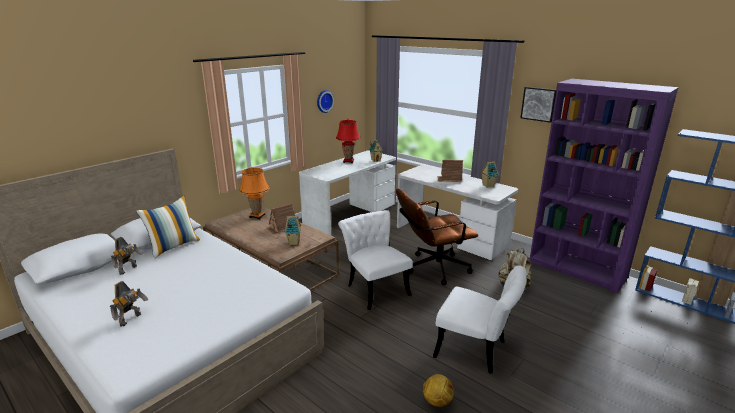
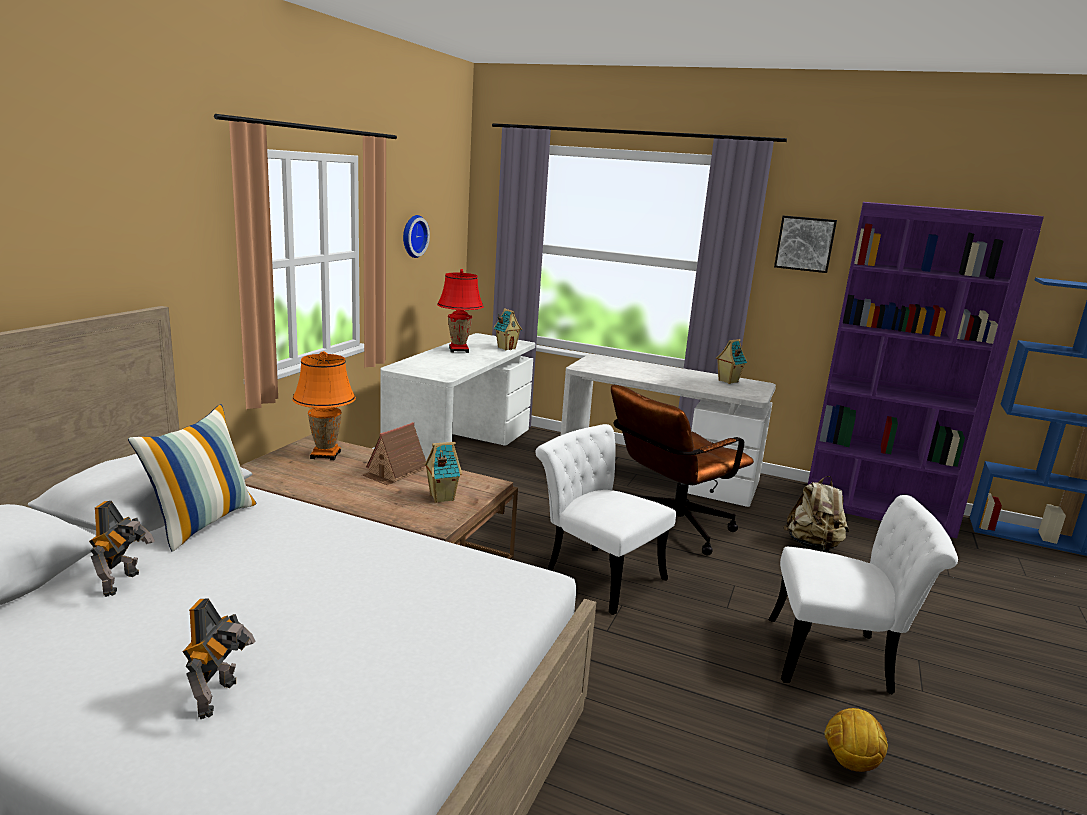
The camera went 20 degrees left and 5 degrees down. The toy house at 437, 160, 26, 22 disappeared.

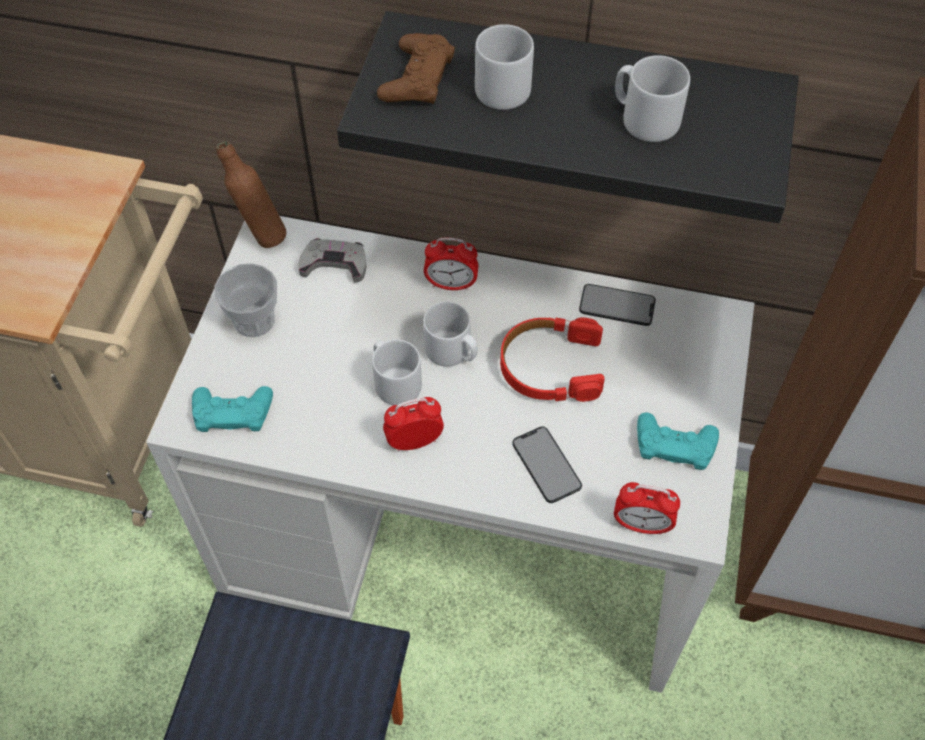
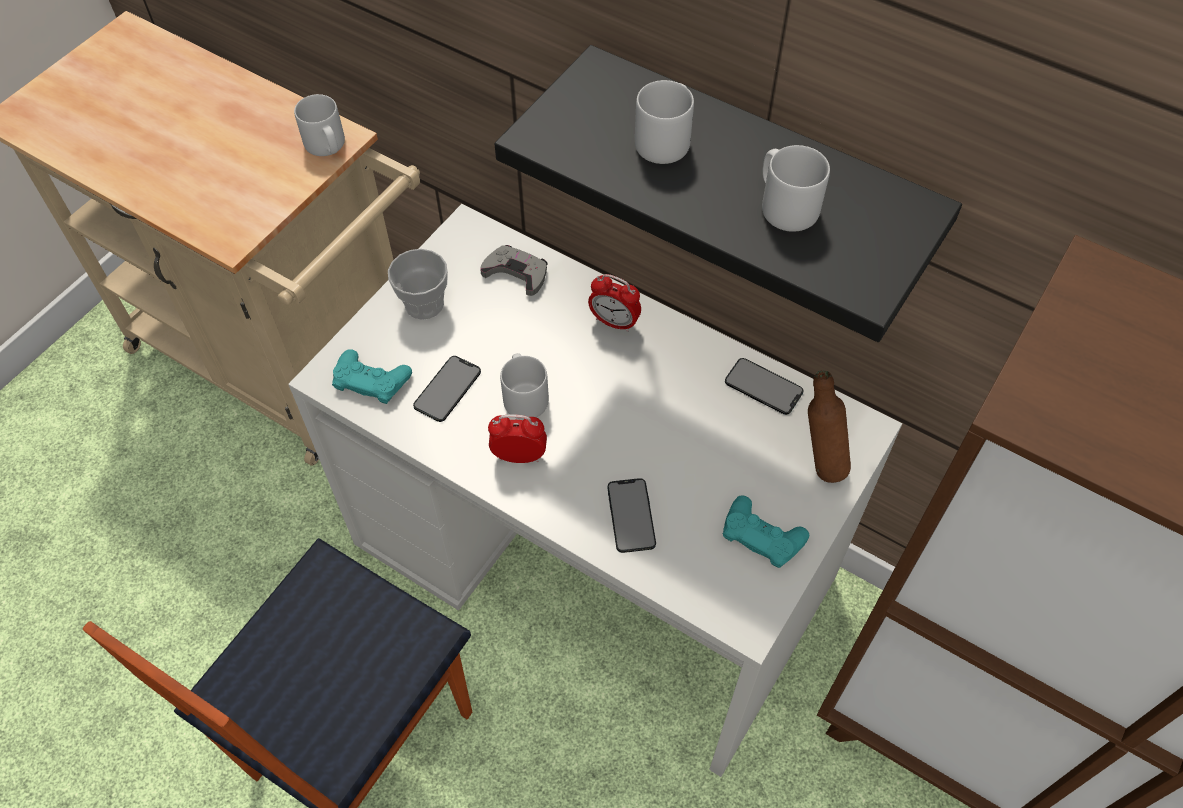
The camera went 20 degrees right and 0 degrees up. The game controller (brown) at 377, 33, 78, 71 disappeared. The headphones (red) at 500, 317, 105, 85 disappeared. The alarm clock at 614, 482, 66, 53 disappeared. The phone at 413, 356, 68, 66 appeared. The bottle (brown) moved from 216, 141, 70, 107 to 808, 370, 43, 113. The mug (grey) moved from 423, 301, 55, 66 to 294, 94, 51, 62.

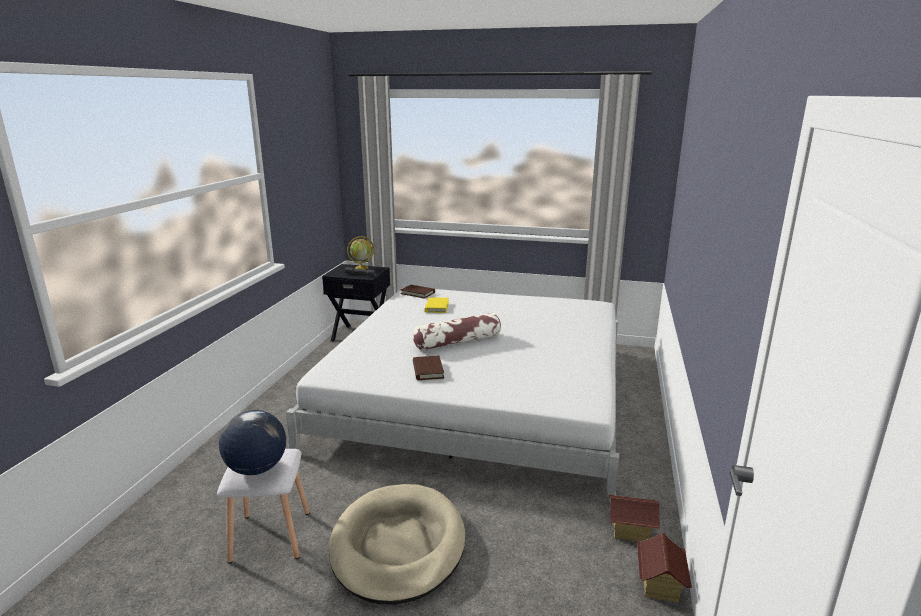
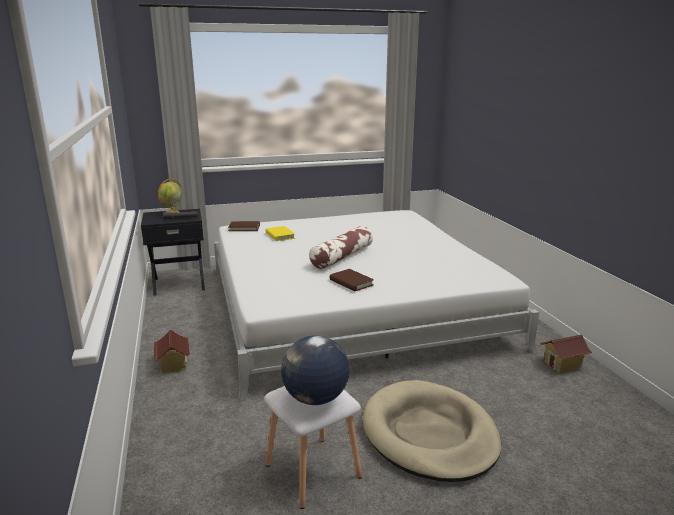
The camera went 30 degrees left and 0 degrees up. The toy house moved from 637, 532, 55, 71 to 154, 330, 36, 44.

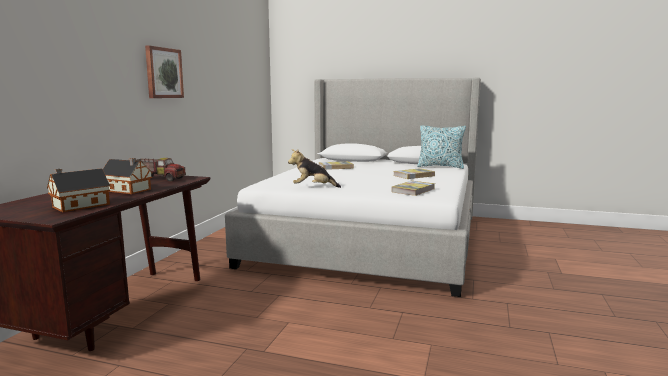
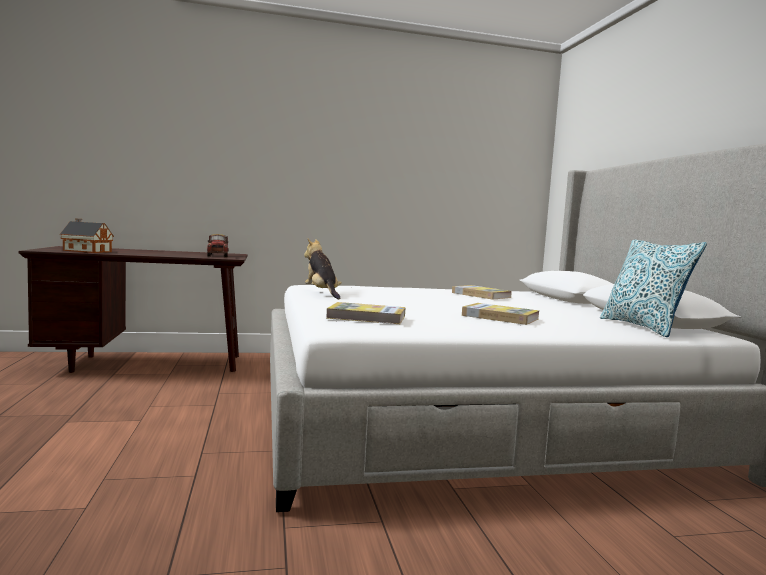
The camera went 60 degrees right and 5 degrees down. The toy house at 103, 158, 49, 36 disappeared. The picture at 145, 45, 39, 53 disappeared.

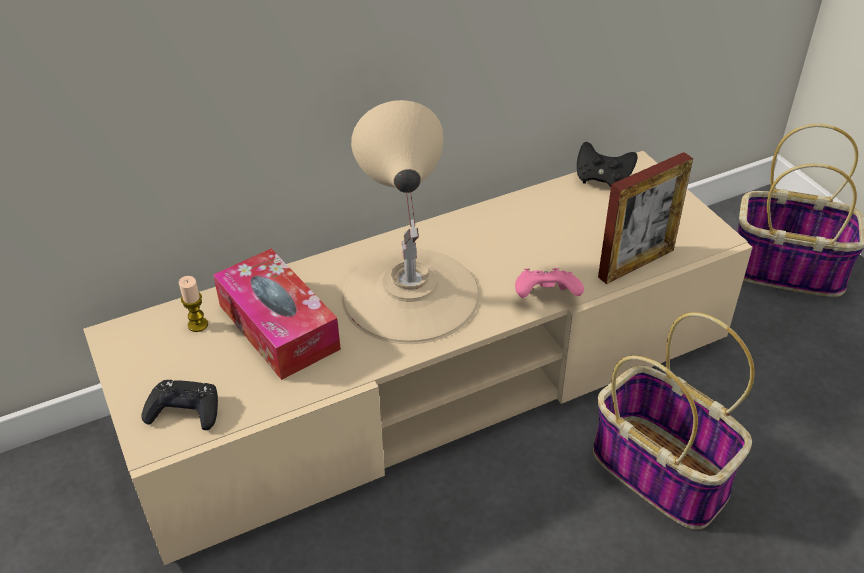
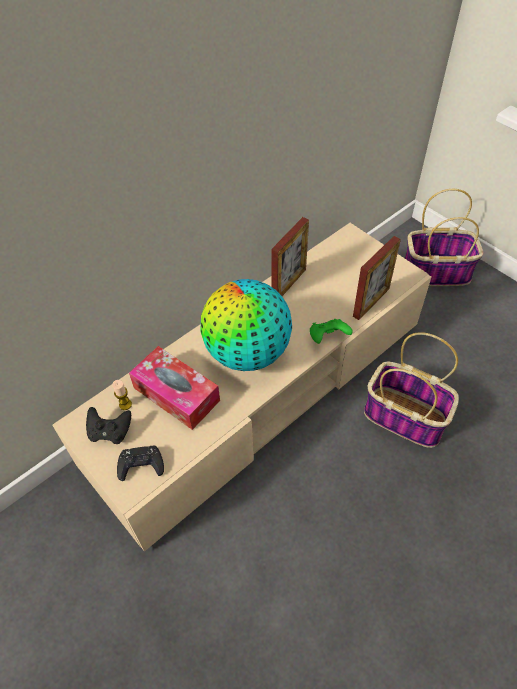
The camera went 15 degrees left and 10 degrees up. The picture frame at 271, 217, 38, 79 appeared. The game controller (black) moved from 577, 142, 61, 45 to 86, 407, 45, 37. The table lamp (beige) at 342, 100, 138, 244 was replaced by the globe at 201, 279, 91, 92. The game controller (pink) at 515, 268, 69, 30 became the game controller (green) at 310, 319, 43, 25.

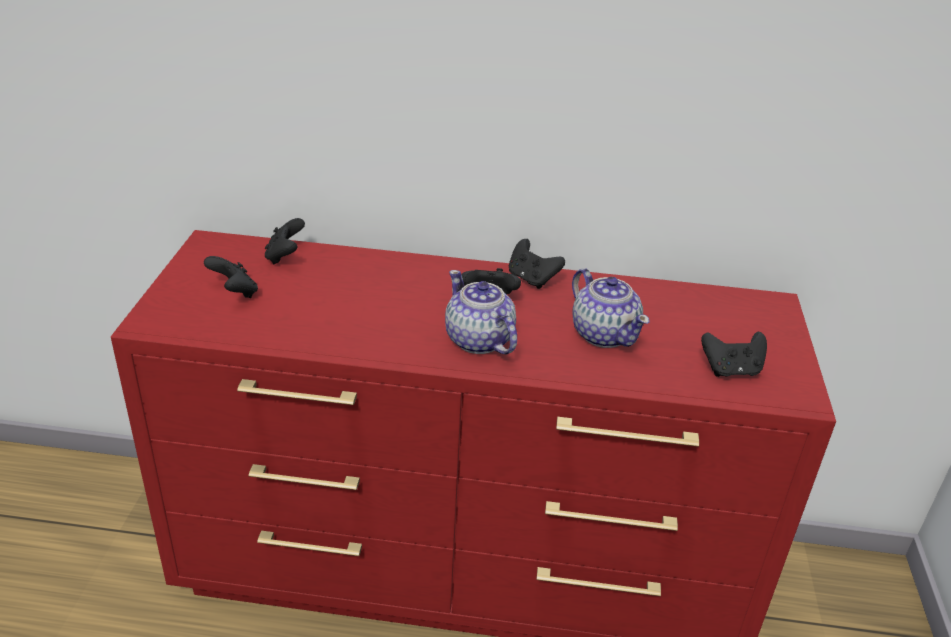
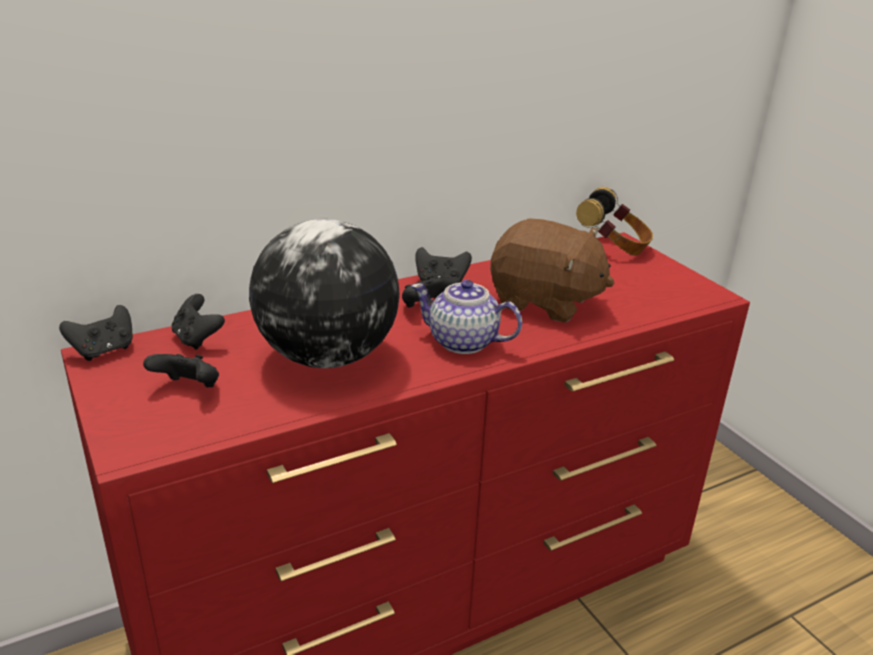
The camera went 35 degrees left and 5 degrees down. The globe at 249, 219, 151, 149 appeared. The headphones at 576, 187, 77, 69 appeared. The game controller (black) moved from 701, 331, 66, 46 to 59, 305, 74, 56. The teapot at 572, 268, 78, 80 was replaced by the plush toy (brown) at 490, 219, 124, 103.

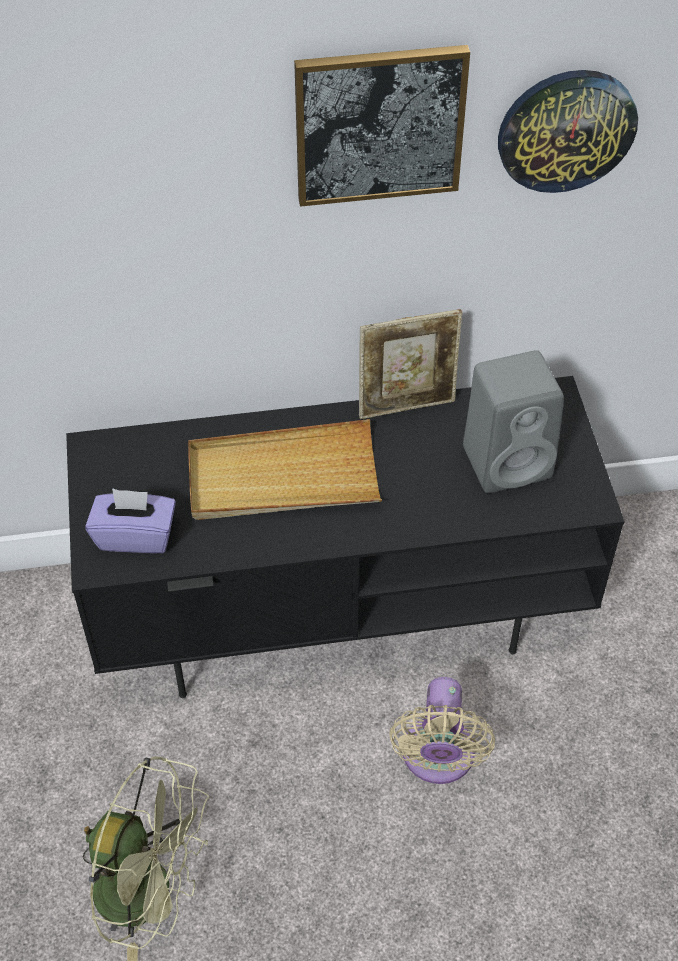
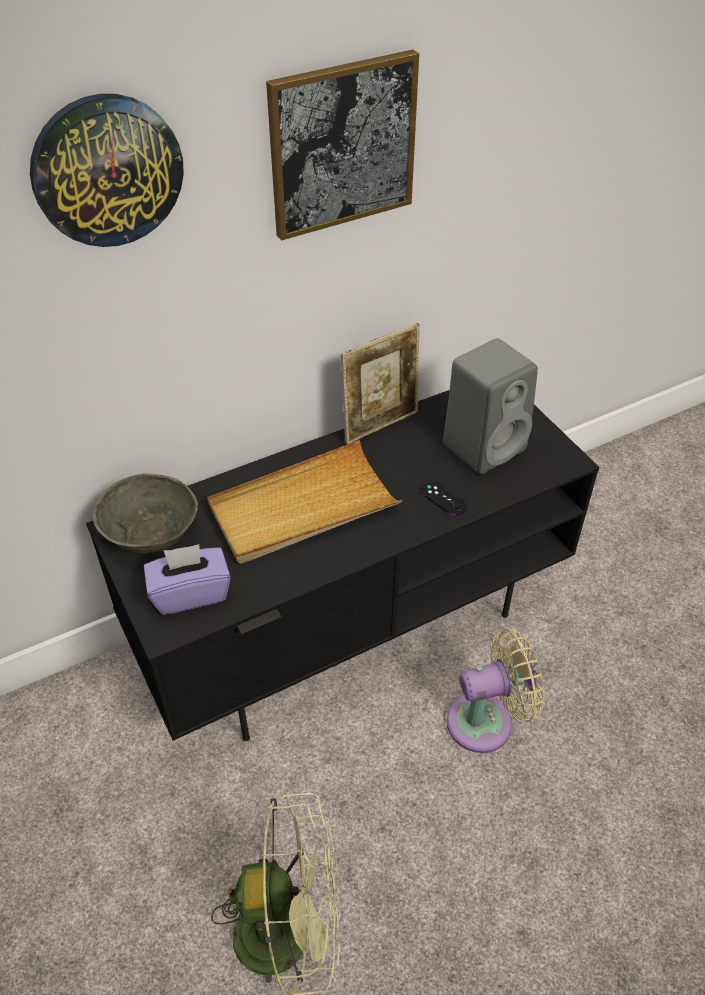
The camera went 20 degrees left and 5 degrees down. The bowl (grey) at 93, 474, 105, 79 appeared. The game controller (black) at 421, 482, 46, 33 appeared. The wall clock moved from 498, 70, 140, 123 to 30, 94, 154, 153. The fan (beige) at 389, 677, 106, 107 turned 90 degrees counterclockwise.

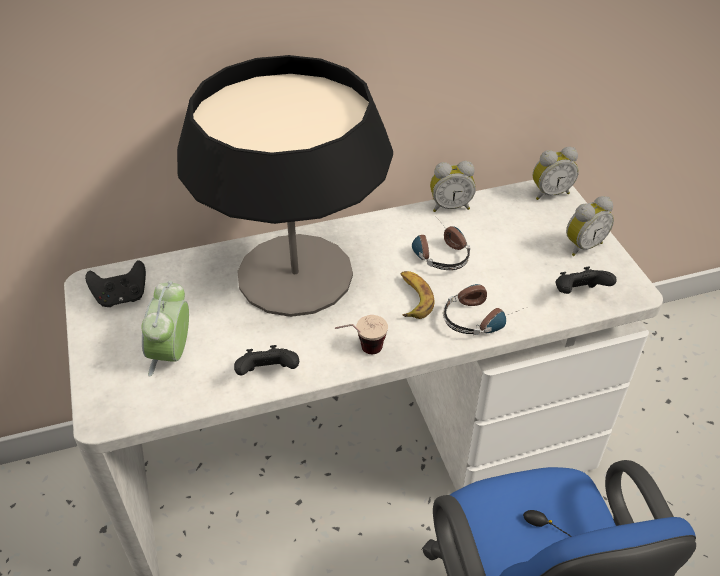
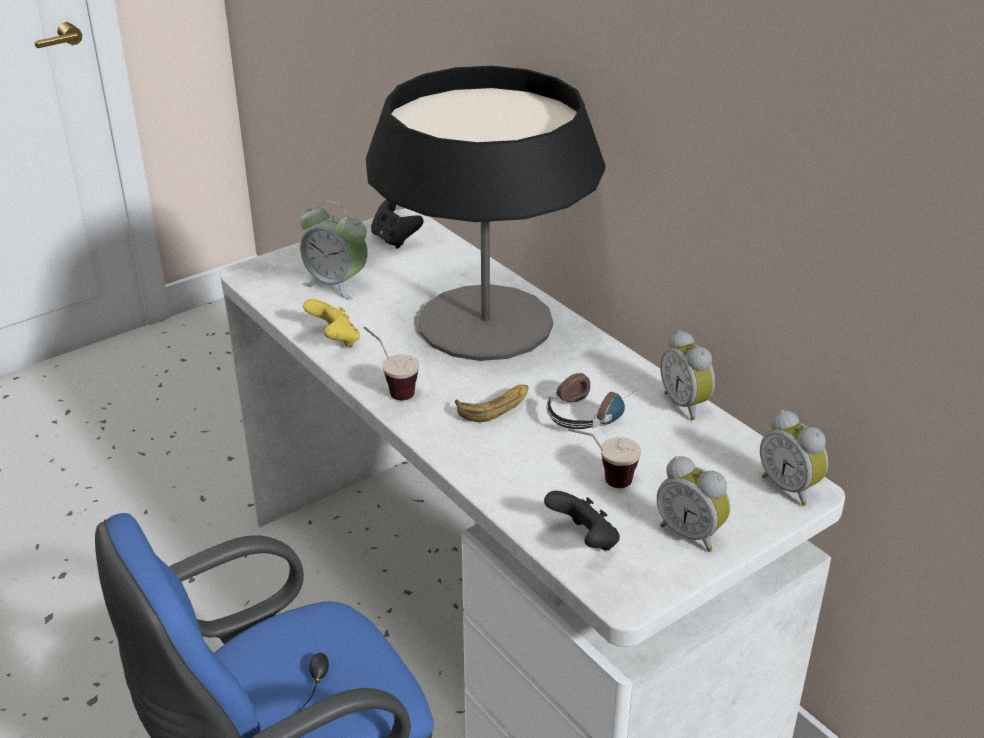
The camera went 70 degrees right and 10 degrees down. The headphones at 443, 284, 84, 51 disappeared. The cup at 568, 429, 73, 59 appeared. The game controller (black) at 234, 345, 65, 30 became the game controller (yellow) at 303, 299, 57, 48. The alarm clock at 142, 281, 47, 96 turned 135 degrees counterclockwise.

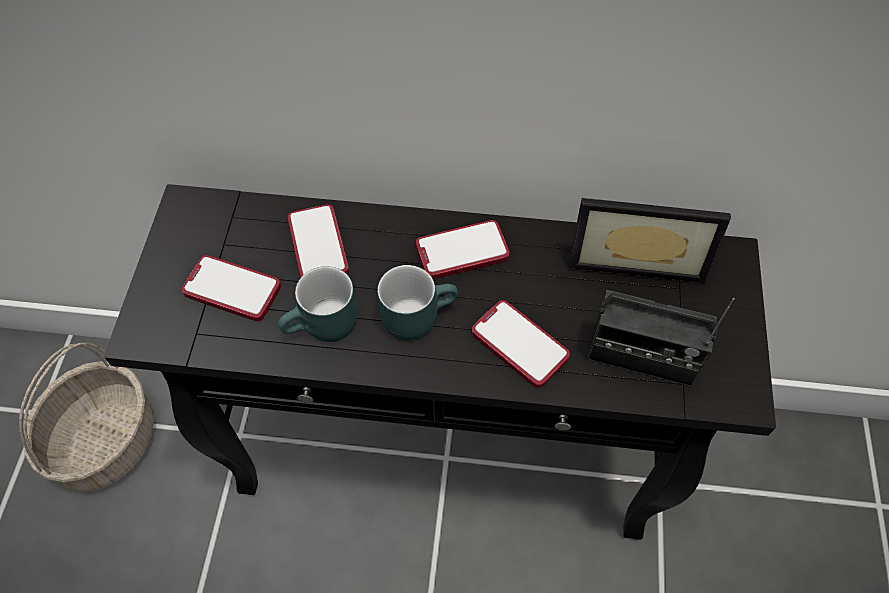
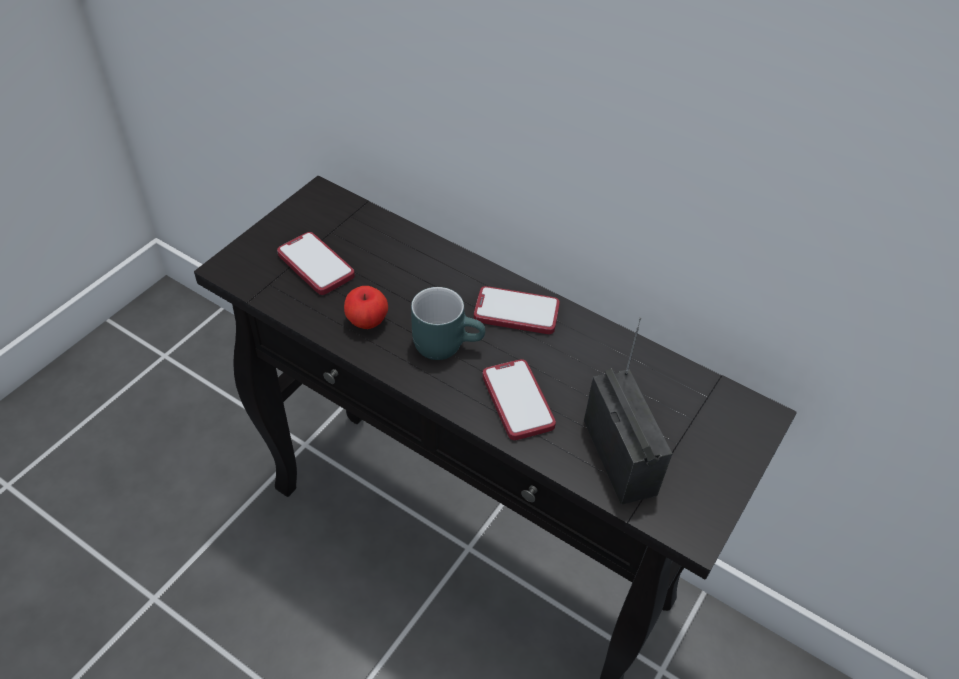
The camera went 25 degrees right and 10 degrees down. The basket at 19, 343, 135, 149 disappeared. The phone at 288, 204, 61, 73 disappeared. The picture frame at 569, 198, 162, 85 disappeared. The mug (turquoise) at 278, 266, 79, 76 was replaced by the apple at 344, 286, 44, 43. The radio at 587, 290, 148, 96 turned 150 degrees counterclockwise.

